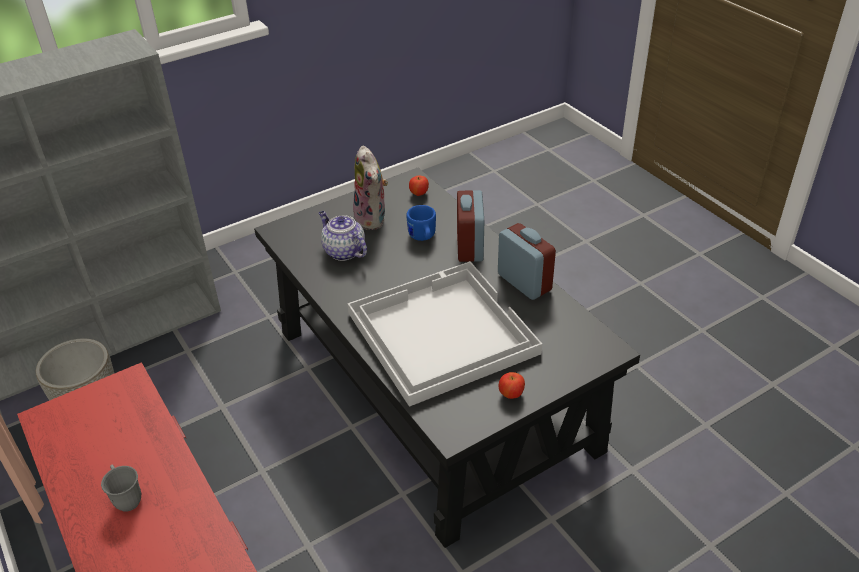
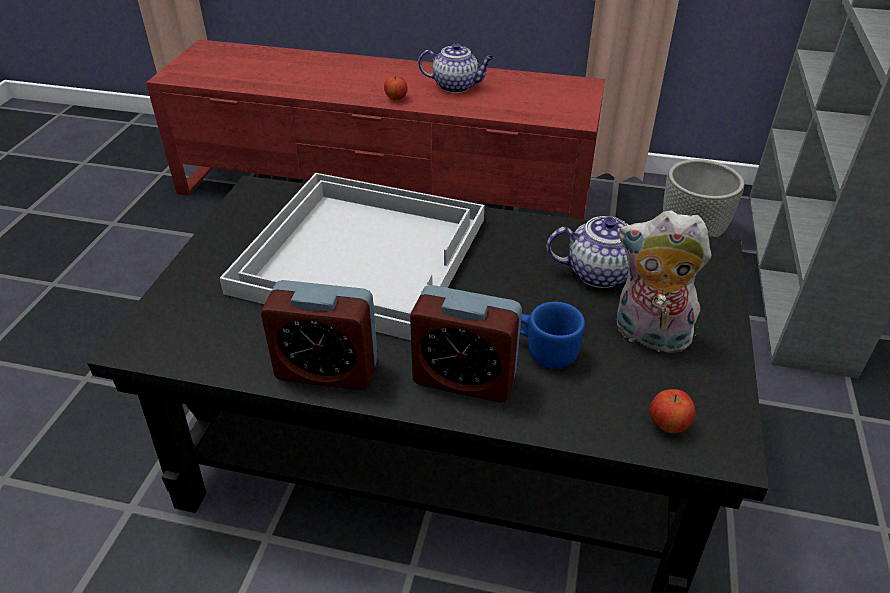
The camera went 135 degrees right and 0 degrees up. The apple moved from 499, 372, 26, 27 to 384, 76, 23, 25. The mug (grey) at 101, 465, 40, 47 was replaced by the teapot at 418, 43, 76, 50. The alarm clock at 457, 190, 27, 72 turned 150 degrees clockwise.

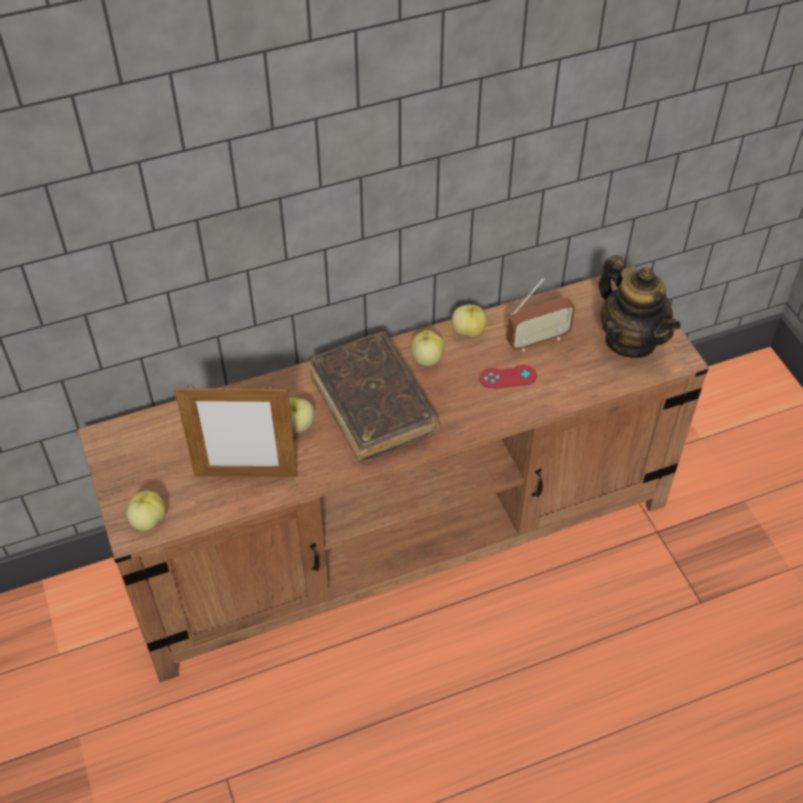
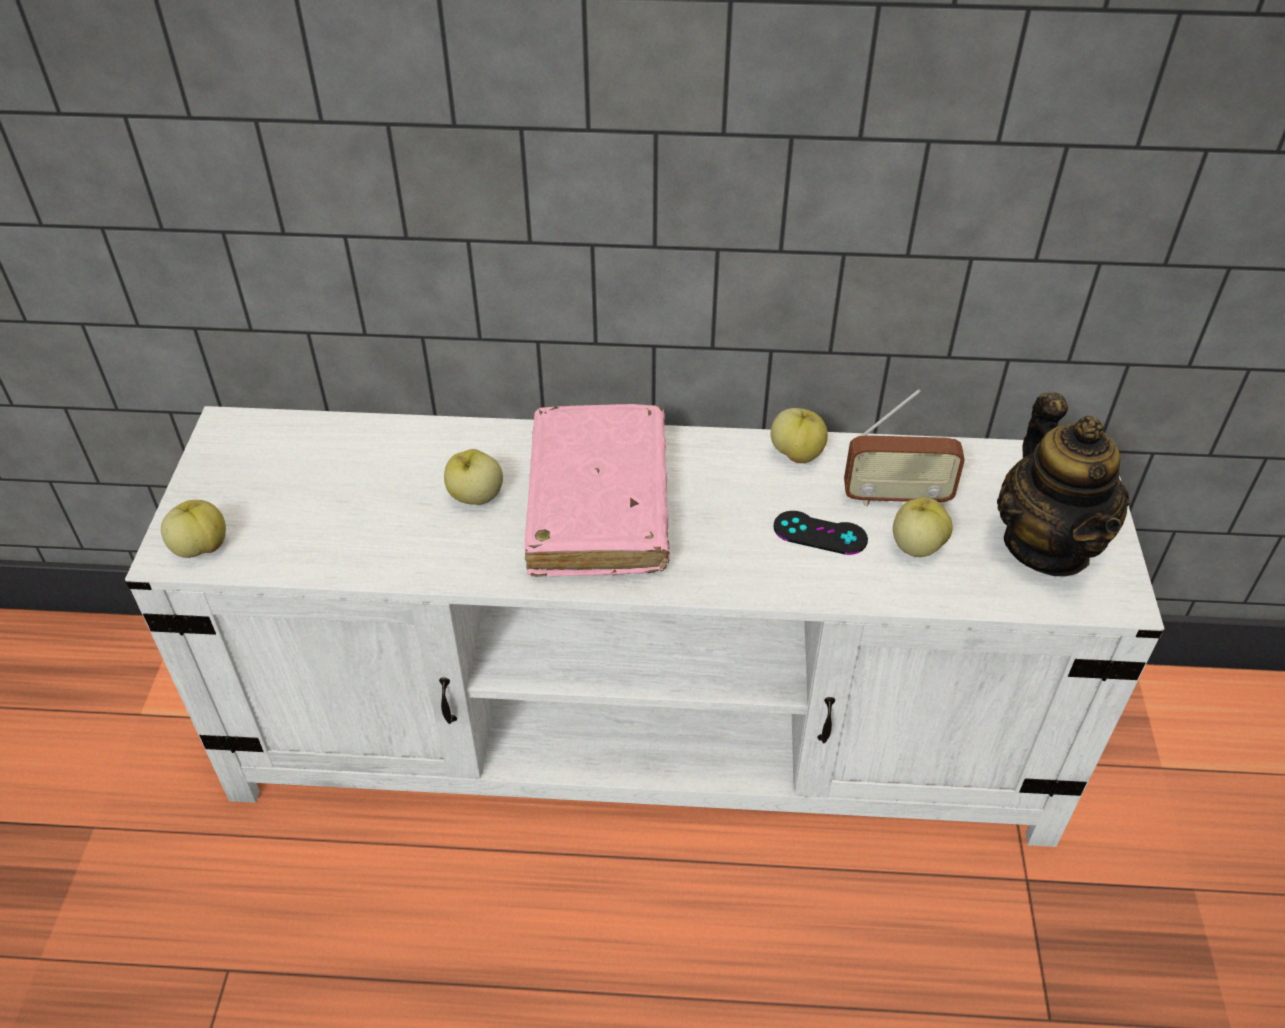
The camera went 25 degrees right and 5 degrees down. The picture frame at 174, 385, 124, 92 disappeared. The apple moved from 411, 330, 34, 37 to 893, 497, 60, 60. The tv stand (brown) at 78, 266, 631, 416 became the tv stand (white) at 125, 406, 1039, 441. The book (brown) at 310, 332, 130, 131 became the book (pink) at 525, 404, 145, 173. The game controller (red) at 479, 365, 58, 24 became the game controller (black) at 773, 511, 95, 44.

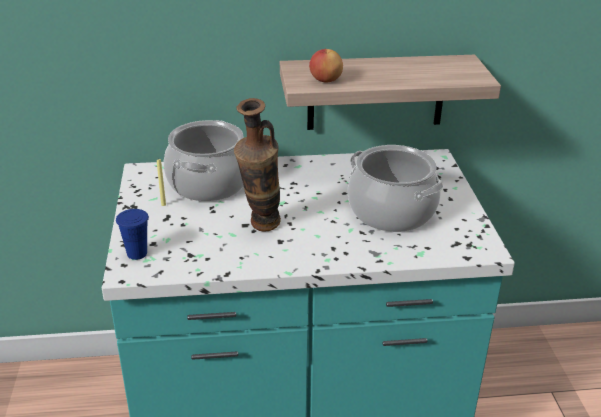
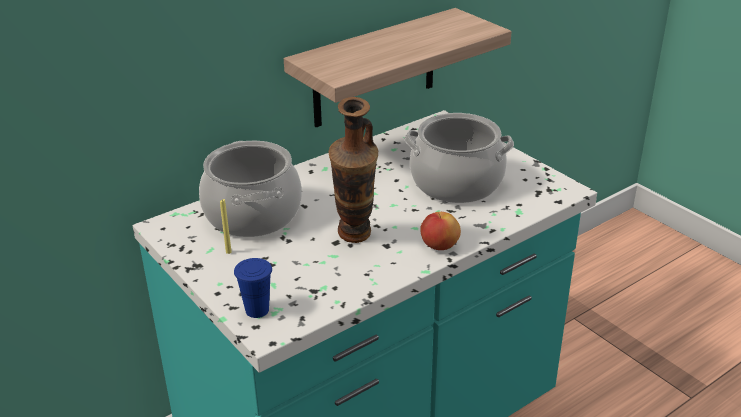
The camera went 30 degrees left and 0 degrees up. The apple moved from 309, 48, 34, 35 to 420, 212, 41, 38.

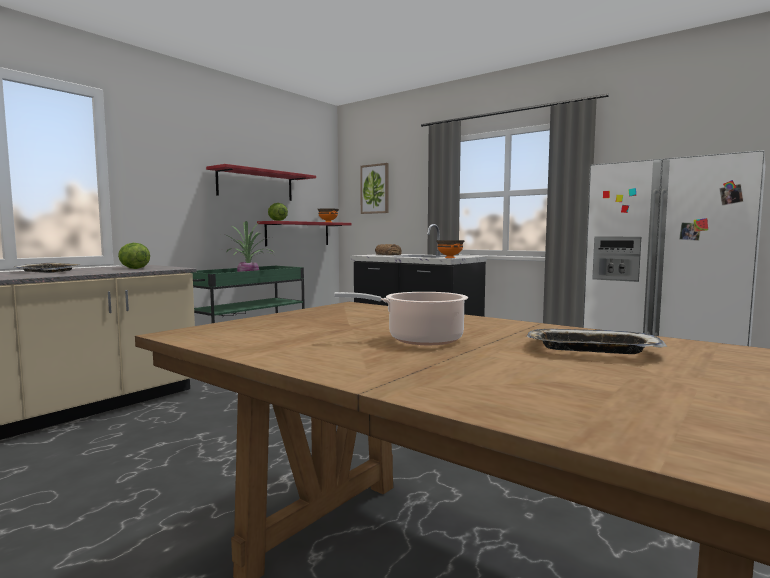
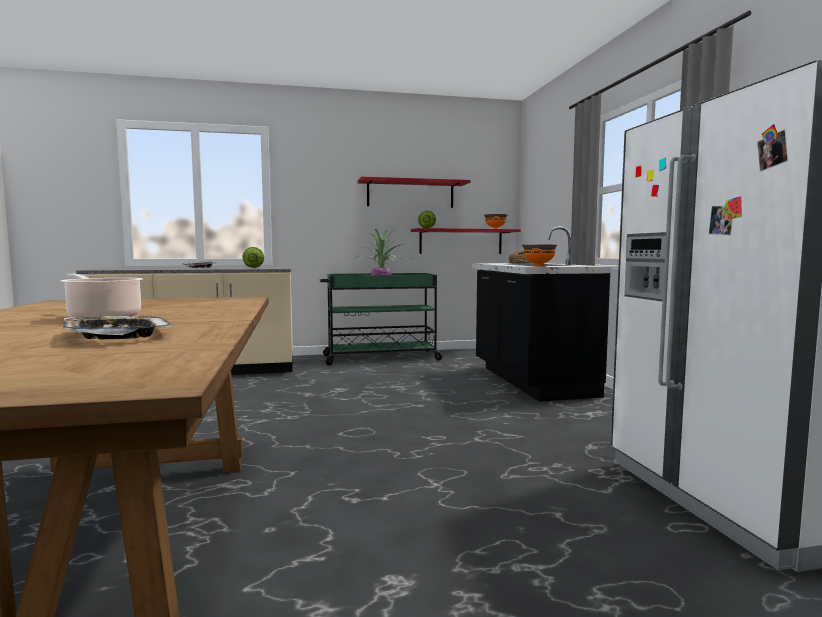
The camera went 40 degrees right and 0 degrees up. The picture at 360, 163, 29, 51 disappeared.

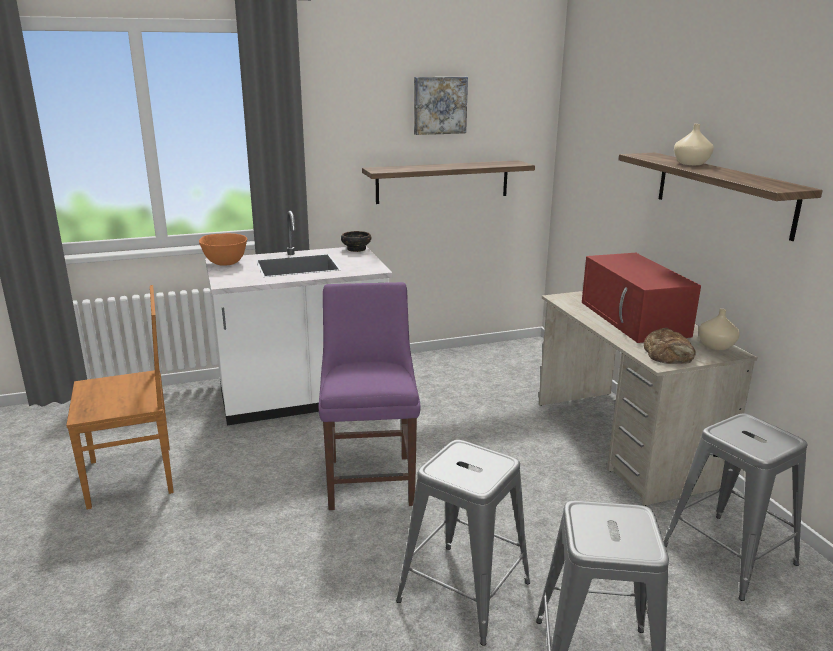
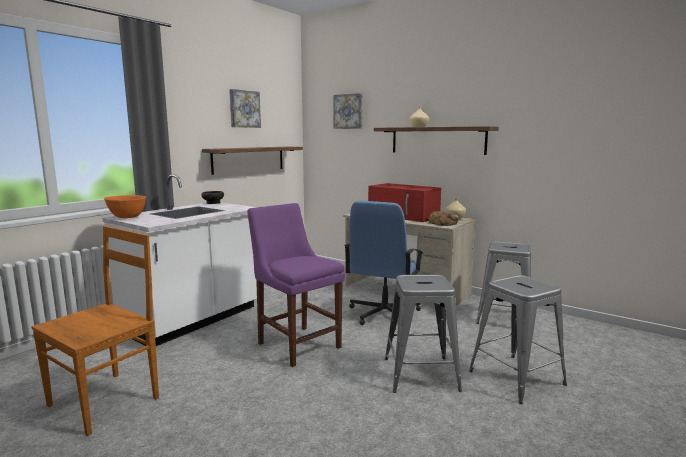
The camera went 35 degrees left and 10 degrees down. The picture at 333, 93, 30, 36 appeared. The office chair (blue) at 344, 201, 79, 124 appeared.

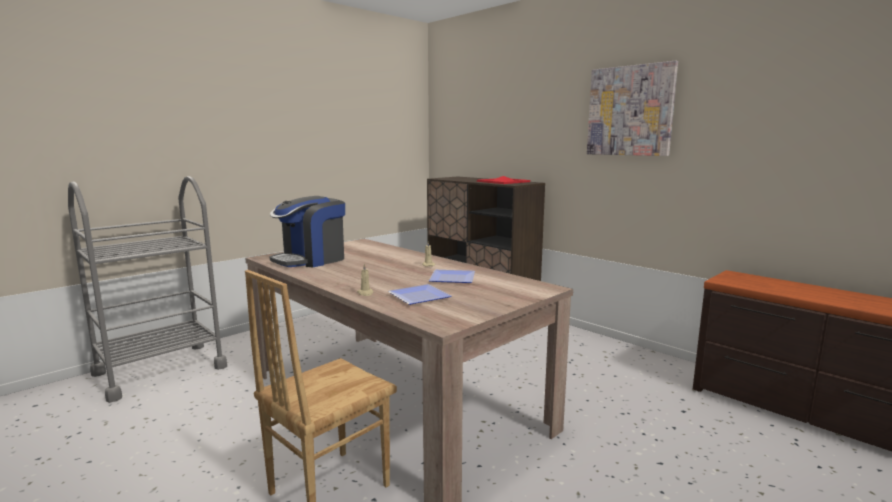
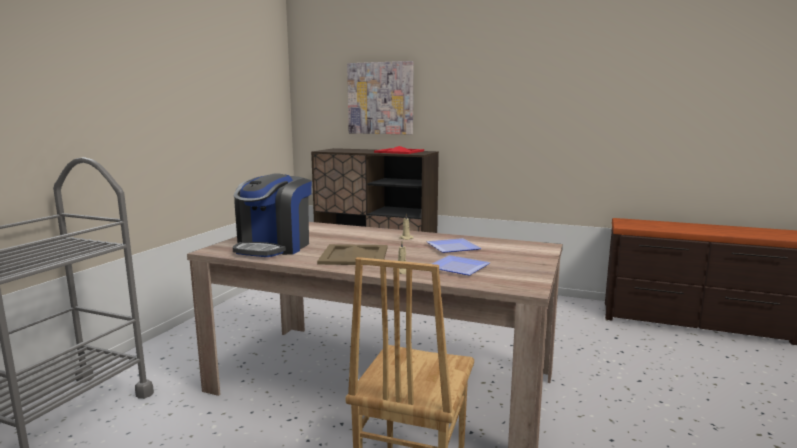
The camera went 25 degrees left and 0 degrees up. The tray (beige) at 317, 244, 70, 21 appeared. The picture moved from 587, 61, 91, 95 to 347, 61, 66, 73.

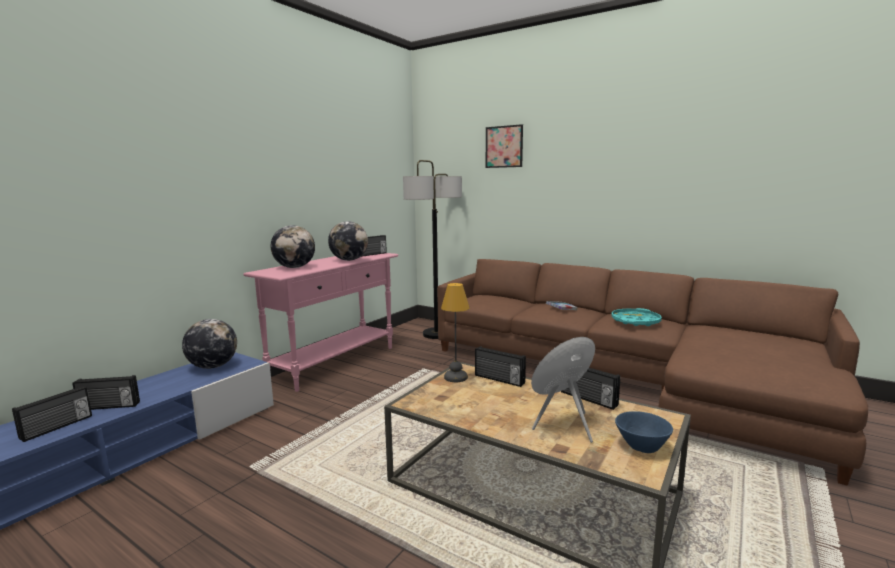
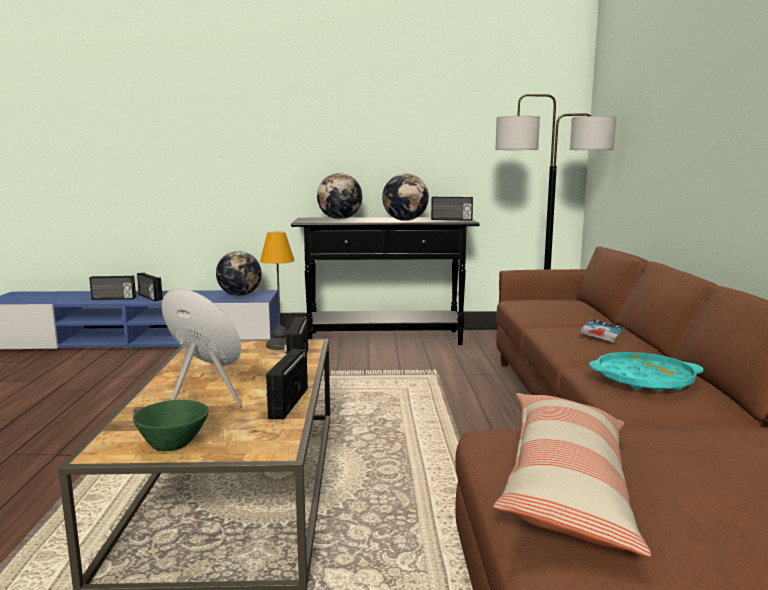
The camera went 55 degrees right and 0 degrees up. The picture at 486, 124, 37, 44 disappeared. The pillow at 493, 393, 159, 164 appeared. The console table (pink) at 243, 253, 155, 139 became the console table (black) at 291, 217, 189, 128. The bowl (blue) at 615, 411, 58, 42 became the bowl (green) at 133, 400, 76, 51.

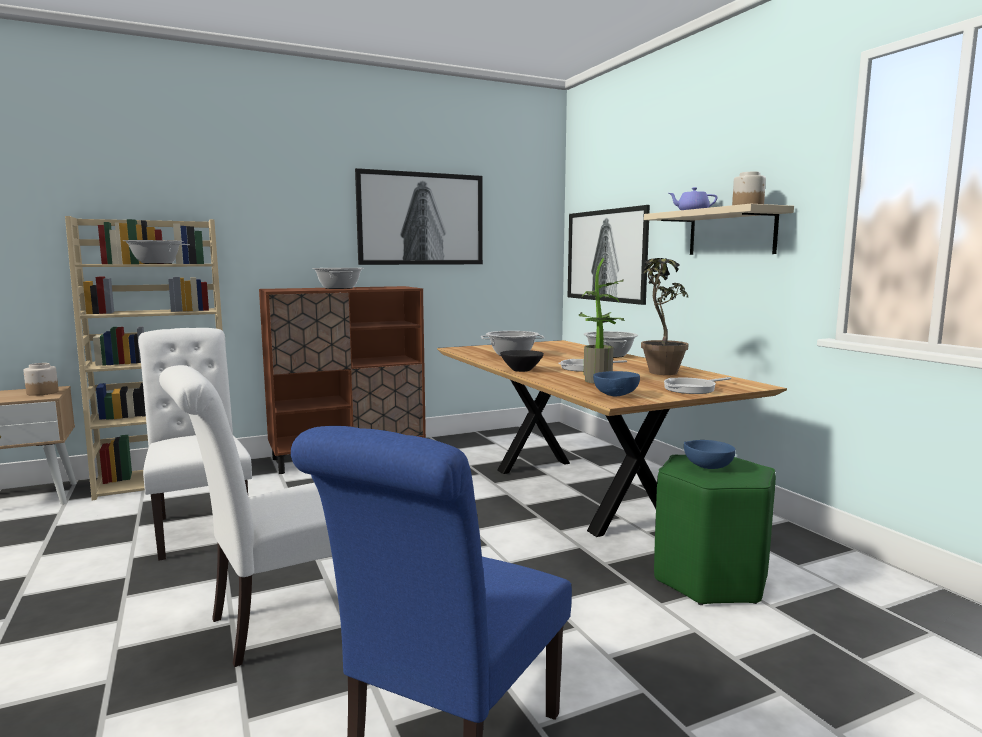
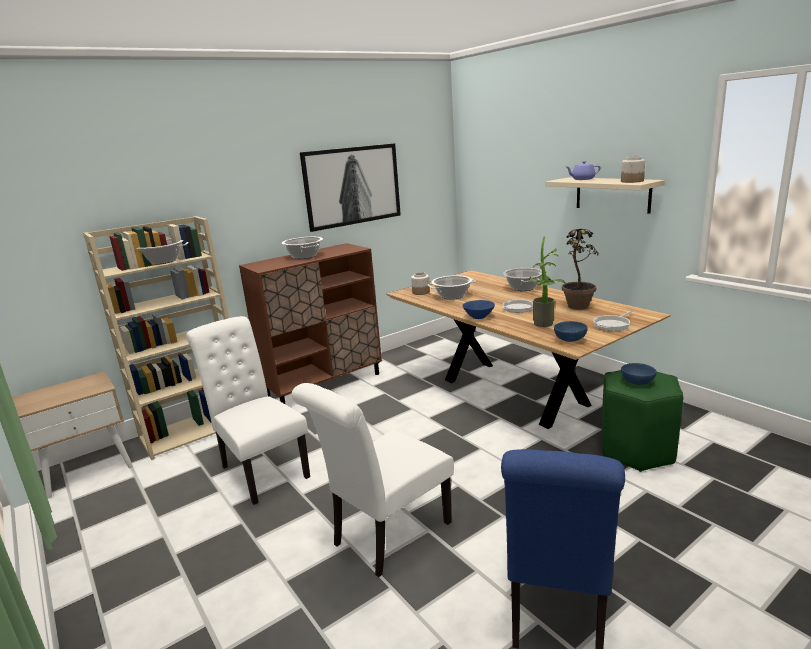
The camera went 10 degrees left and 10 degrees up. The picture at 568, 205, 82, 100 disappeared. The jar moved from 23, 363, 36, 33 to 411, 272, 19, 23. The bowl (black) at 500, 350, 44, 22 became the bowl (blue) at 462, 300, 33, 19.

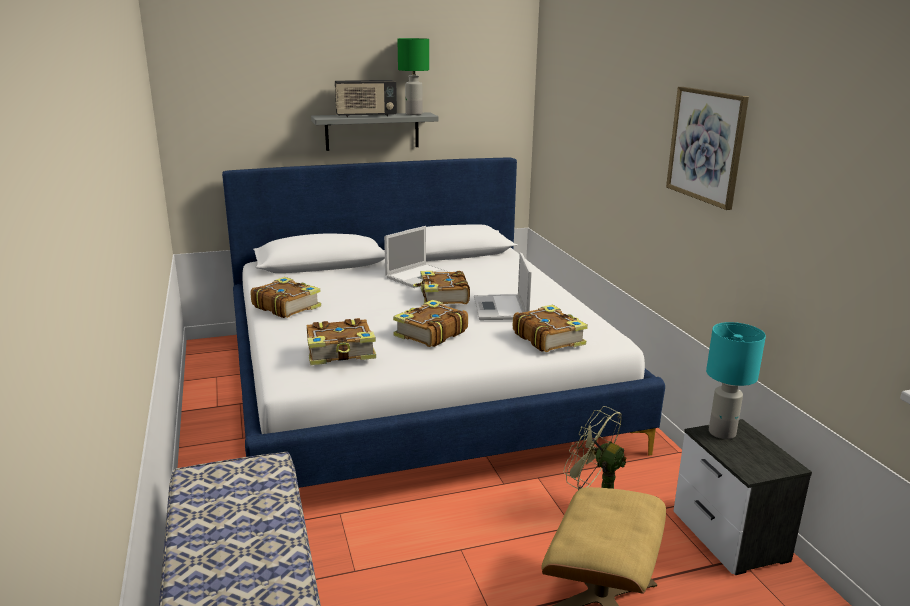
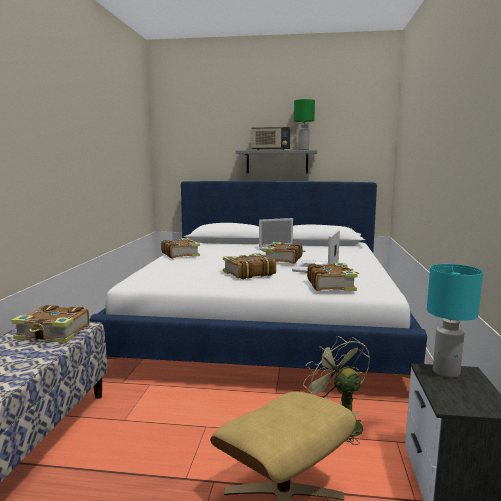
The camera went 25 degrees right and 10 degrees down. The picture at 666, 87, 83, 123 disappeared. The book moved from 307, 318, 69, 47 to 12, 305, 78, 38.

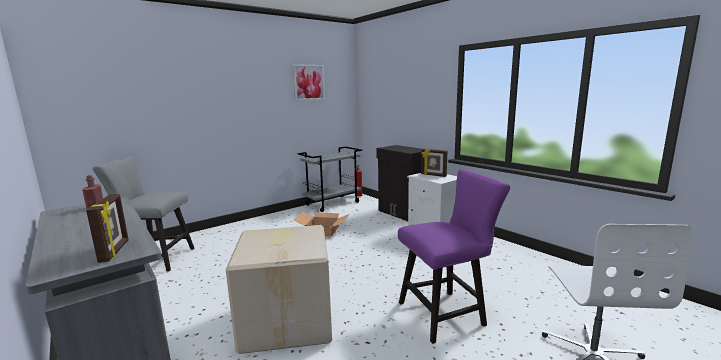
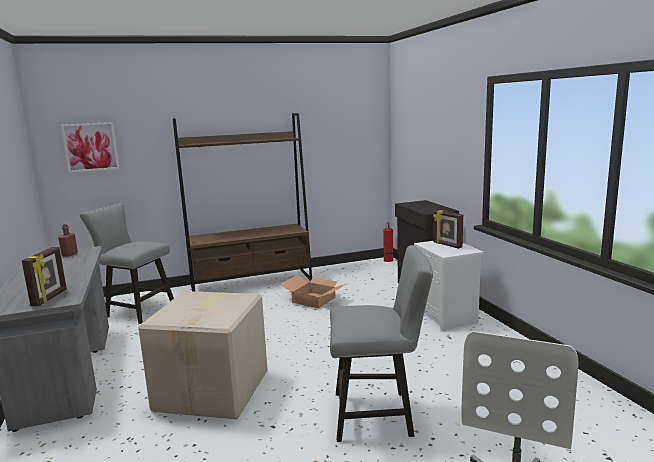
The camera went 20 degrees right and 0 degrees up. The cart (grey) at 298, 147, 64, 65 disappeared. The bookcase (brown) at 173, 113, 139, 179 appeared. The picture moved from 293, 64, 32, 36 to 61, 122, 58, 51. The chair (purple) at 398, 169, 112, 175 became the chair (grey) at 330, 245, 103, 197.

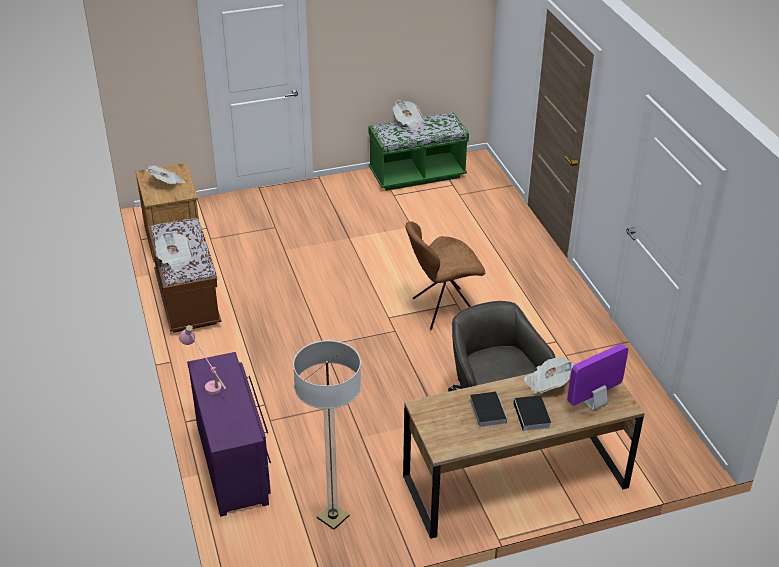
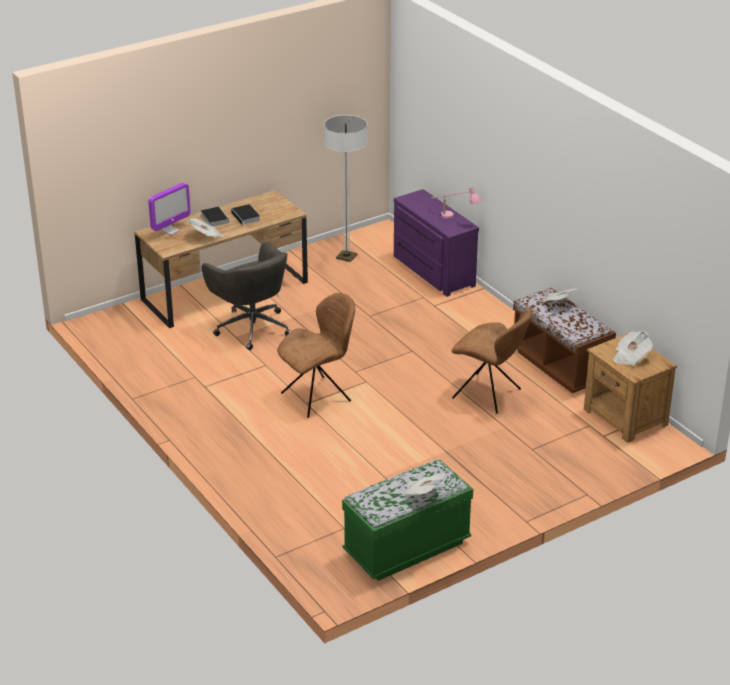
The camera went 165 degrees right and 5 degrees down. The chair (brown) at 452, 310, 81, 104 appeared.

